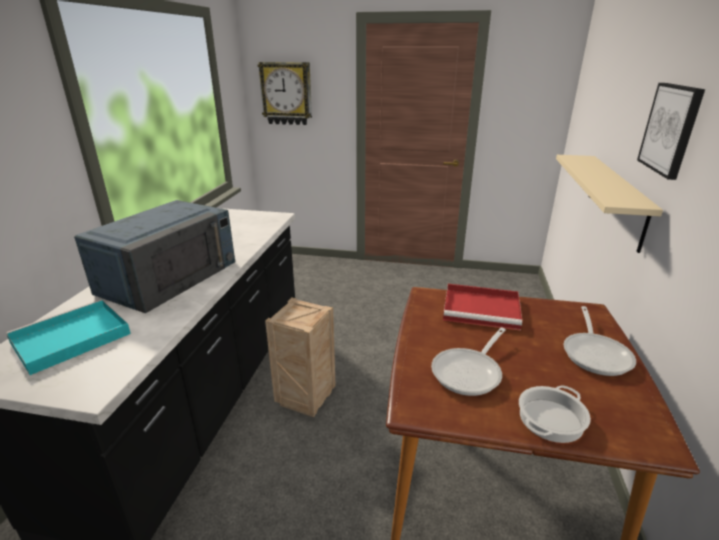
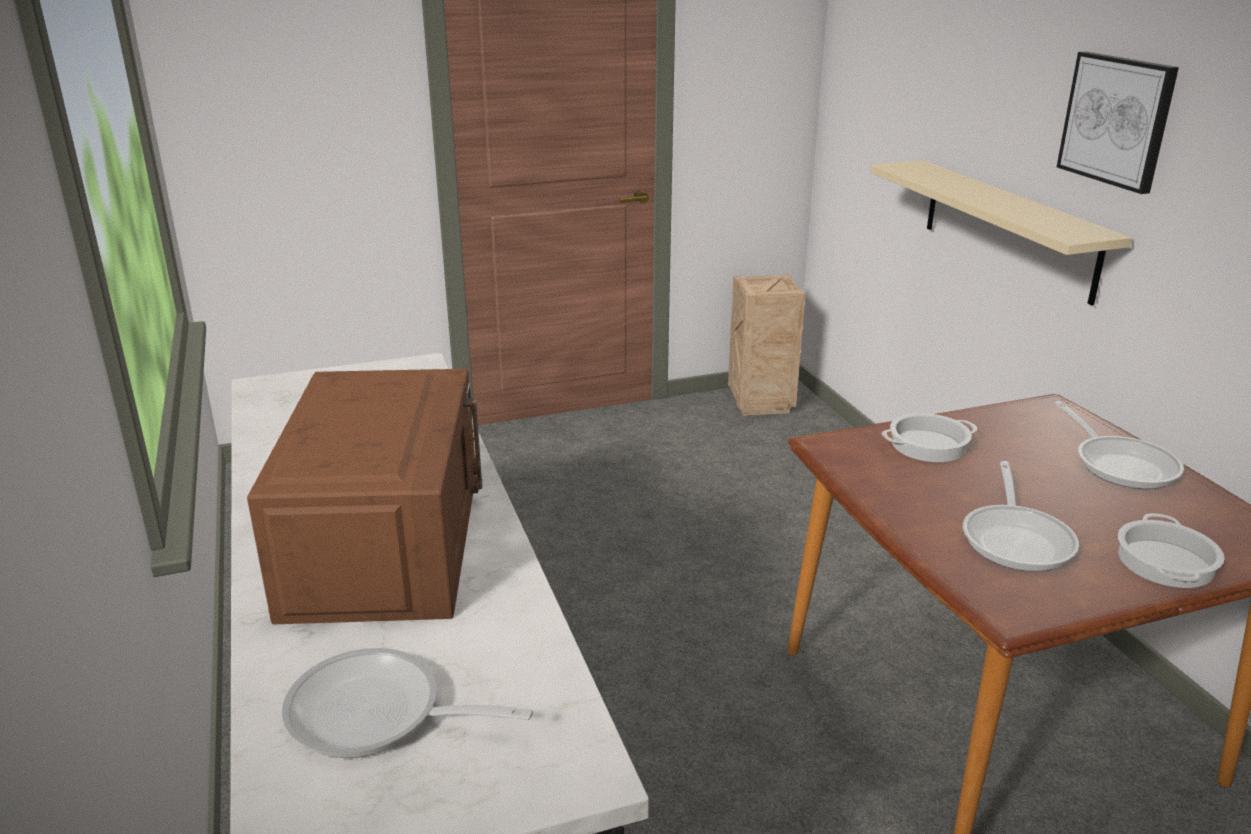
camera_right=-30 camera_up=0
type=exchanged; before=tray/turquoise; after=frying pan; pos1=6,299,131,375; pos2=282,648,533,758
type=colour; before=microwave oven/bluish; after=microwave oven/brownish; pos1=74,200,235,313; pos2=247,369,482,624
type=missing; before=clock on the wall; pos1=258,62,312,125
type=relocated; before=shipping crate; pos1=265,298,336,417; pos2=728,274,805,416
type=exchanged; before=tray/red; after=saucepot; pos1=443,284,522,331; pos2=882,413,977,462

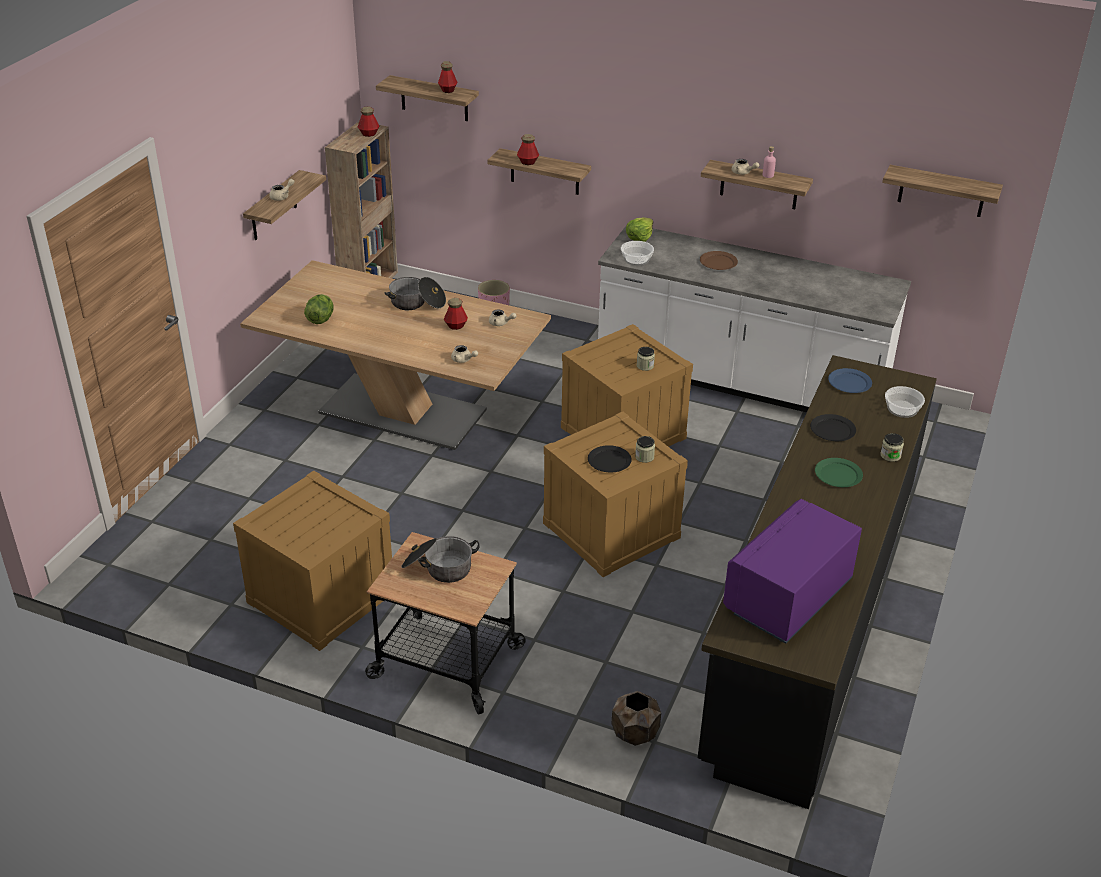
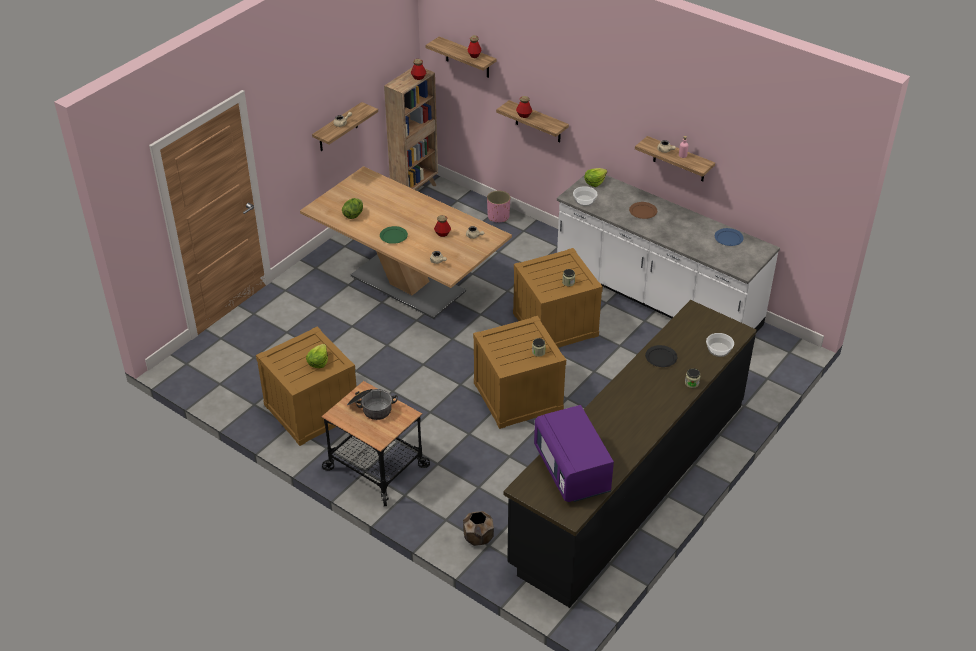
camera_right=15 camera_up=5
type=missing; before=saucepot; pos1=384,277,446,310
type=missing; before=flat dish/black-coloured; pos1=588,445,632,472
type=spun; before=microwave oven/purple; pos1=723,499,862,643; pos2=534,405,614,502; turn=-75
type=relocated; before=flat dish/greenish; pos1=815,458,863,487; pos2=380,226,408,244
type=relocated; before=flat dish/bluish; pos1=828,368,872,393; pos2=715,228,744,246
type=missing; before=shelf; pos1=882,165,1003,217
type=appeared; after=lettuce head; pos2=306,344,328,368

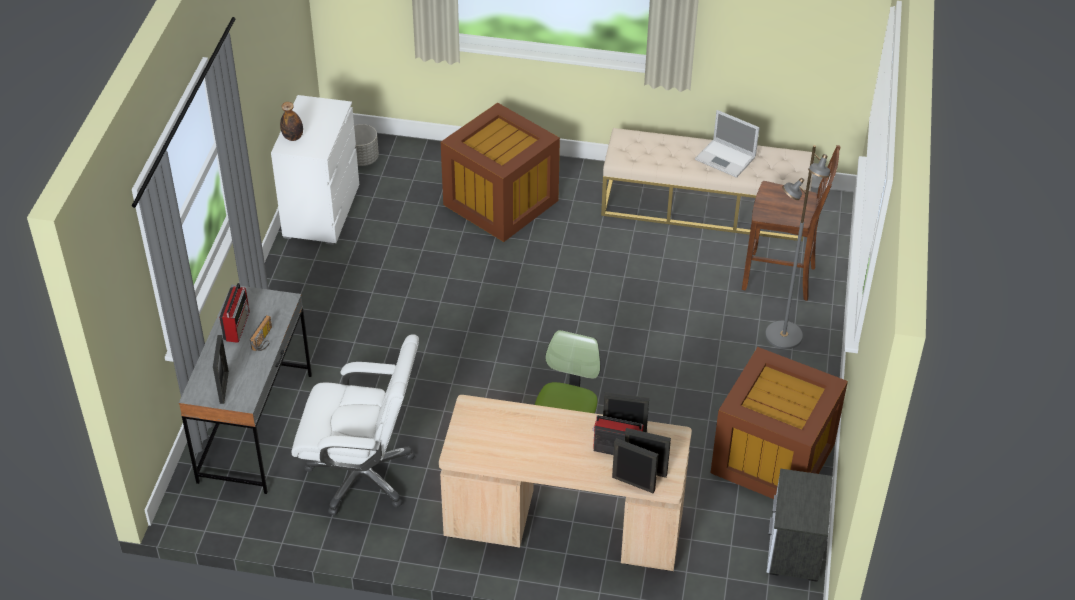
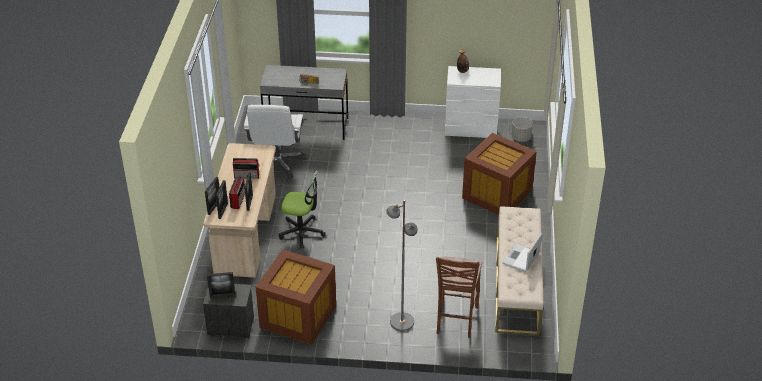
camera_right=85 camera_up=-5
type=relocated; before=picture frame; pos1=213,335,229,404; pos2=207,272,236,299
type=relocated; before=radio; pos1=219,283,250,343; pos2=233,158,260,179

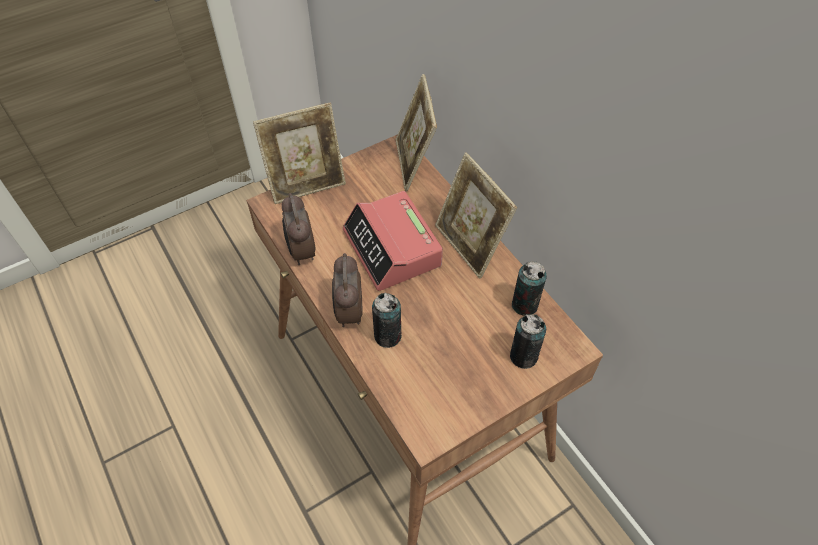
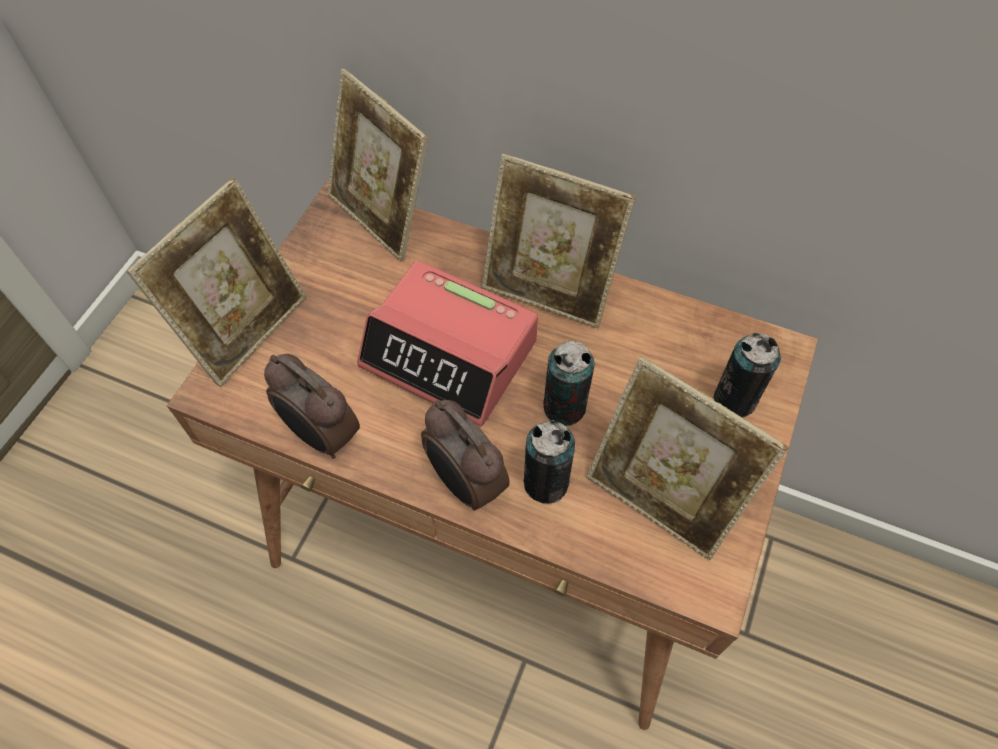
camera_right=-35 camera_up=5
type=relocated; before=metal can; pos1=512,261,547,316; pos2=543,341,594,426
type=appeared; after=picture frame; pos2=586,356,789,560

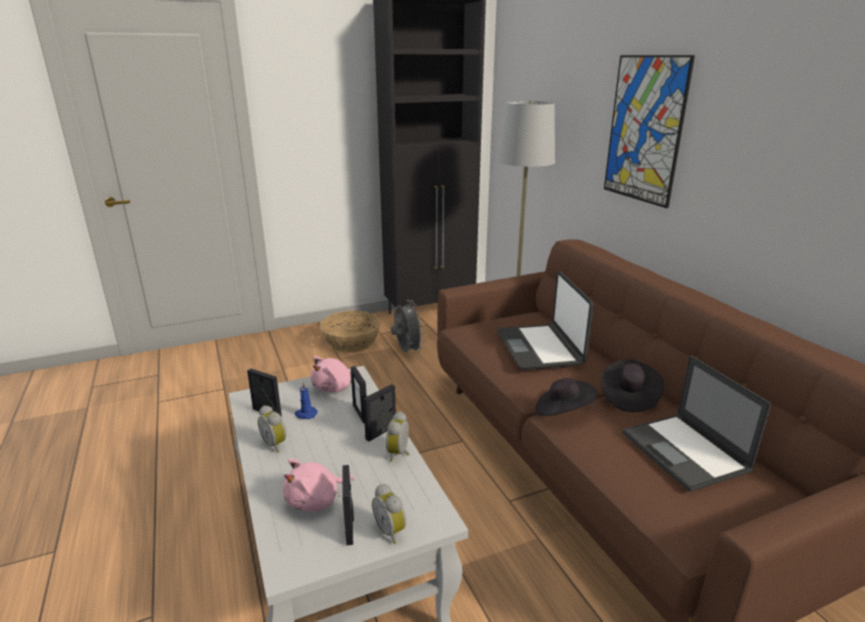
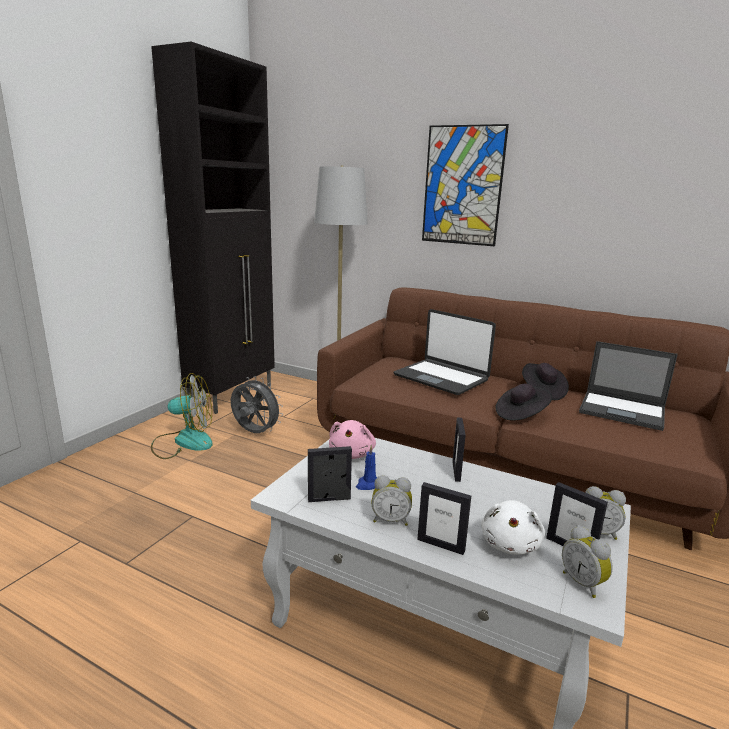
camera_right=-40 camera_up=-5
type=colour; before=cuddly toy/pink; after=cuddly toy/white; pos1=283,459,355,512; pos2=481,500,545,555
type=exchanged; before=household basket; after=electric fan; pos1=320,311,380,352; pos2=151,373,213,459
type=relocated; before=picture frame; pos1=350,366,367,423; pos2=417,482,471,555
type=relocated; before=alarm clock; pos1=386,411,409,462; pos2=562,525,613,598

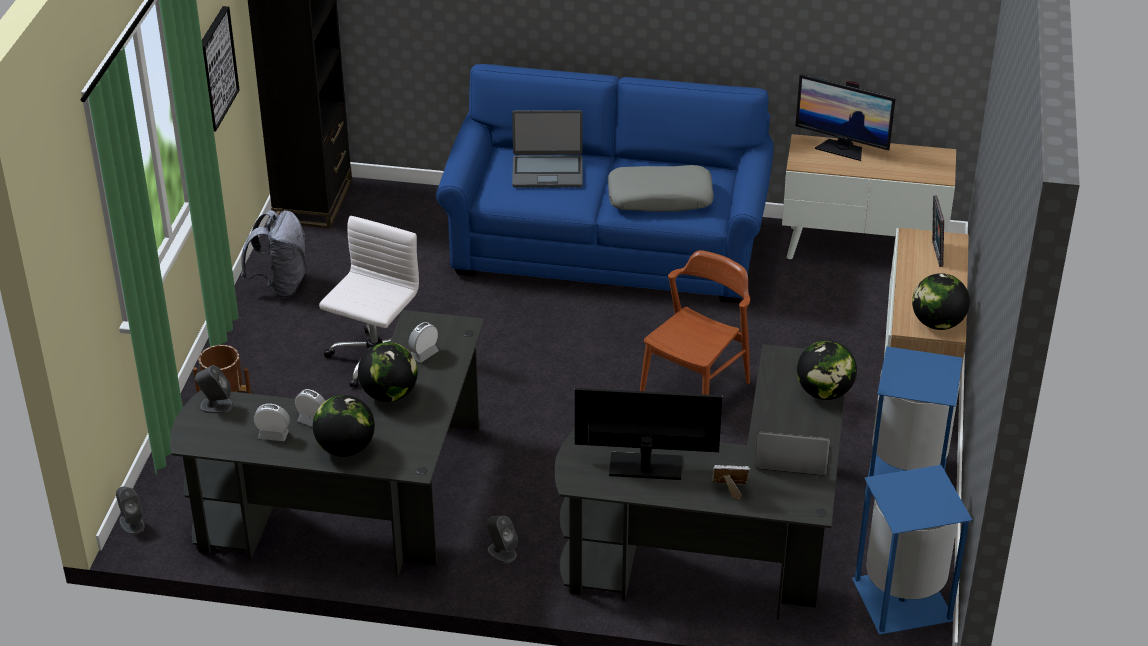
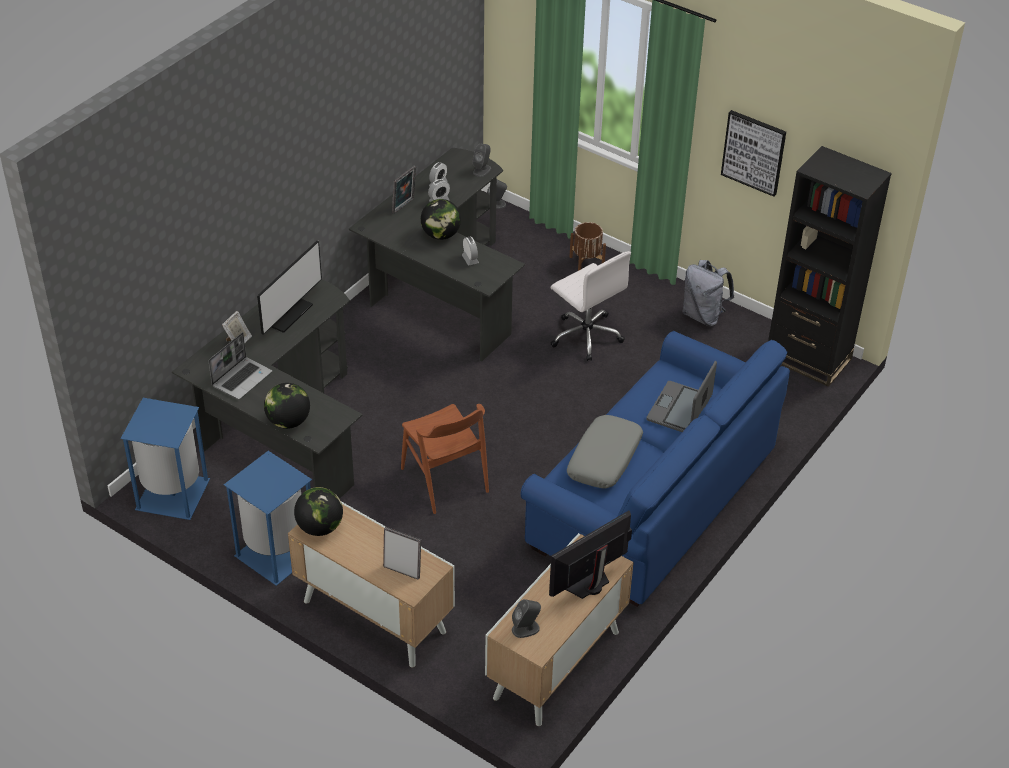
camera_right=115 camera_up=5
type=exchanged; before=globe; after=picture frame; pos1=313,395,375,457; pos2=392,166,416,214
type=relocated; before=speaker/grey; pos1=487,516,518,563; pos2=512,599,541,638

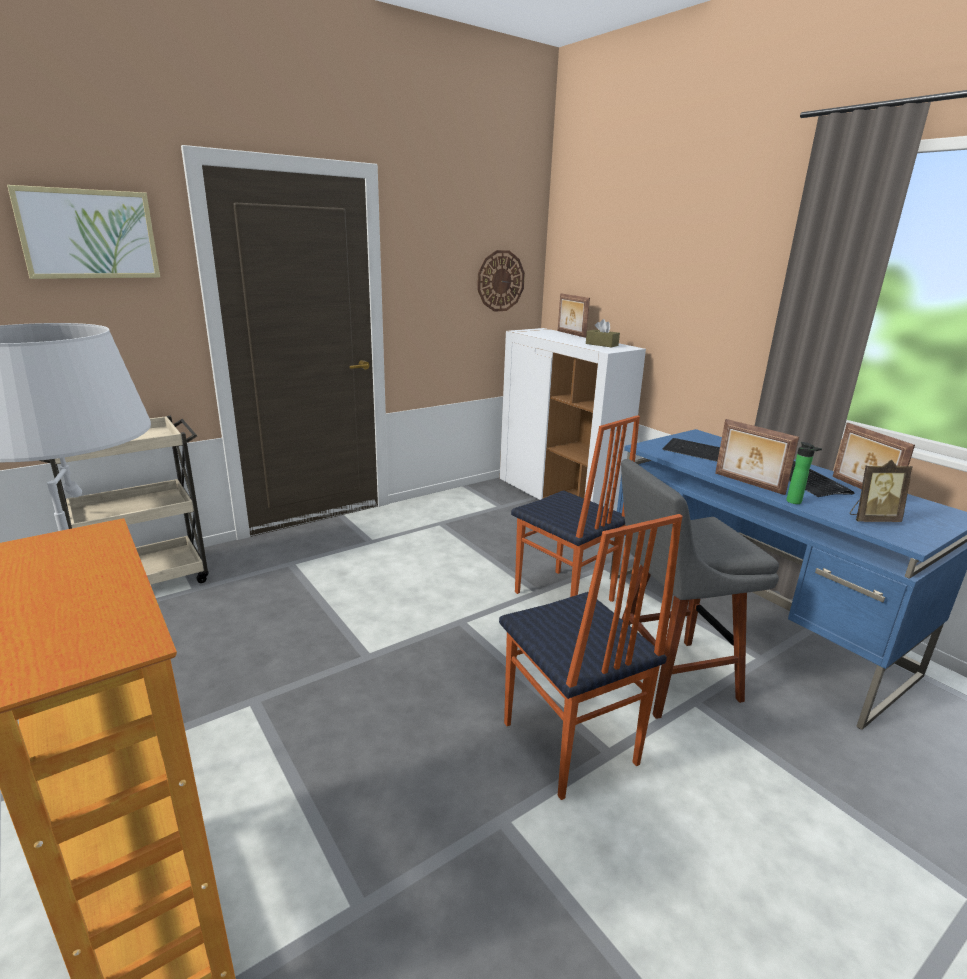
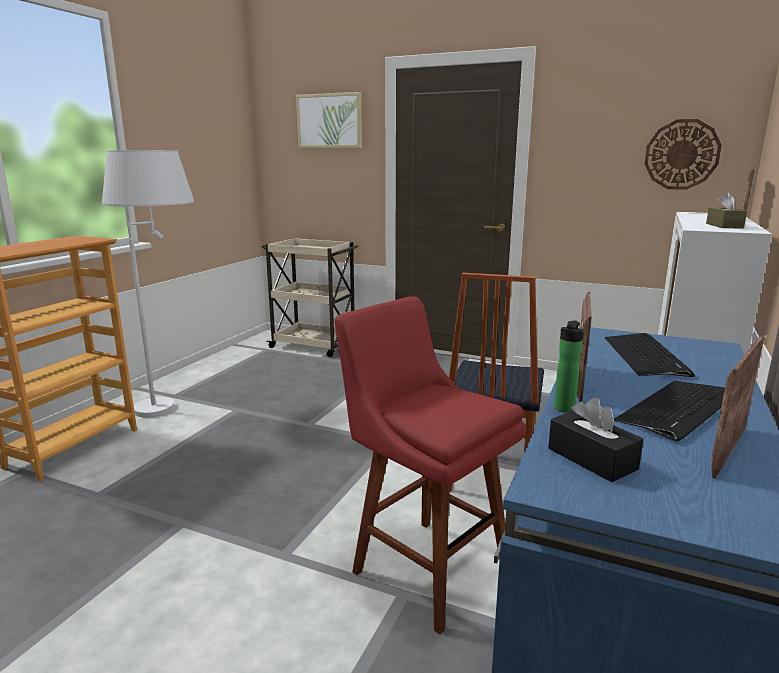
camera_right=60 camera_up=-5
type=missing; before=chair; pos1=499,514,683,800
type=colour; before=stool seat/grey; after=stool seat/red; pos1=621,459,779,719; pos2=335,296,525,634
type=exchanged; before=picture frame; after=tissue holder/black-coloured; pos1=849,460,913,522; pos2=548,397,643,482

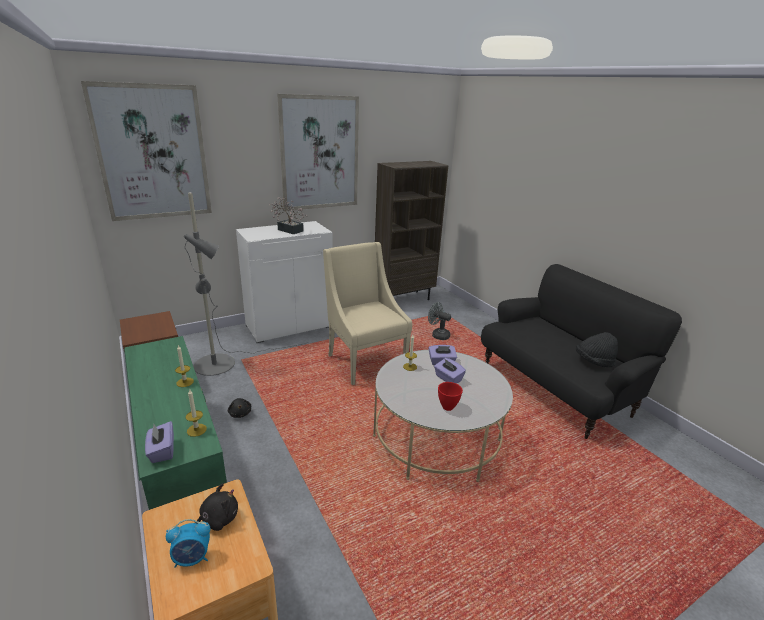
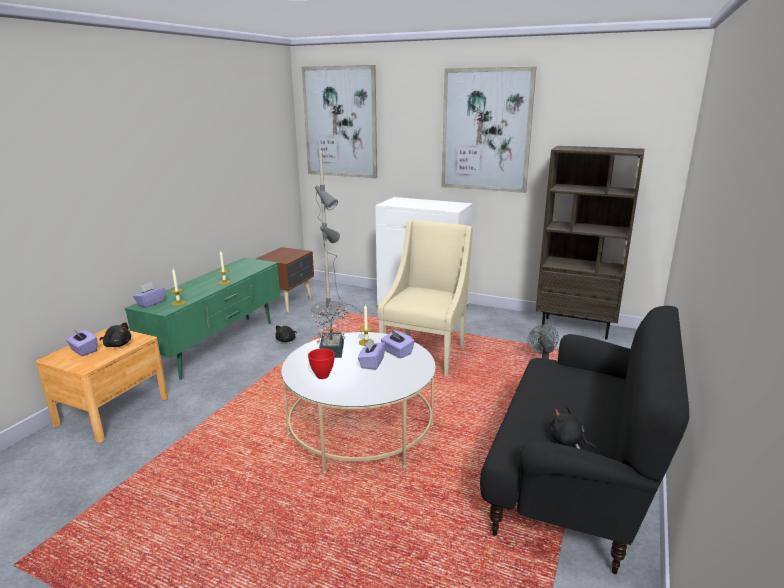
camera_right=55 camera_up=-5
type=exchanged; before=alarm clock; after=tissue holder/purple; pos1=166,519,210,568; pos2=66,330,97,356
type=relocated; before=potted plant; pos1=269,197,308,234; pos2=312,300,349,358
type=exchanged; before=hat/black-coloured; after=cuddly toy/black-coloured; pos1=576,332,618,367; pos2=550,406,597,452

